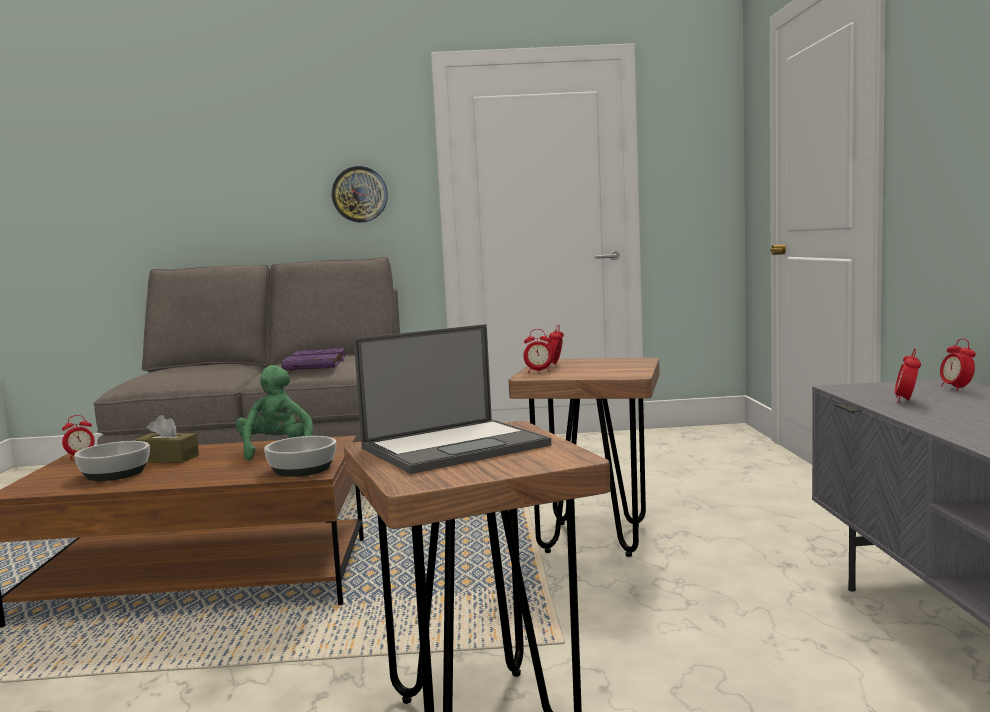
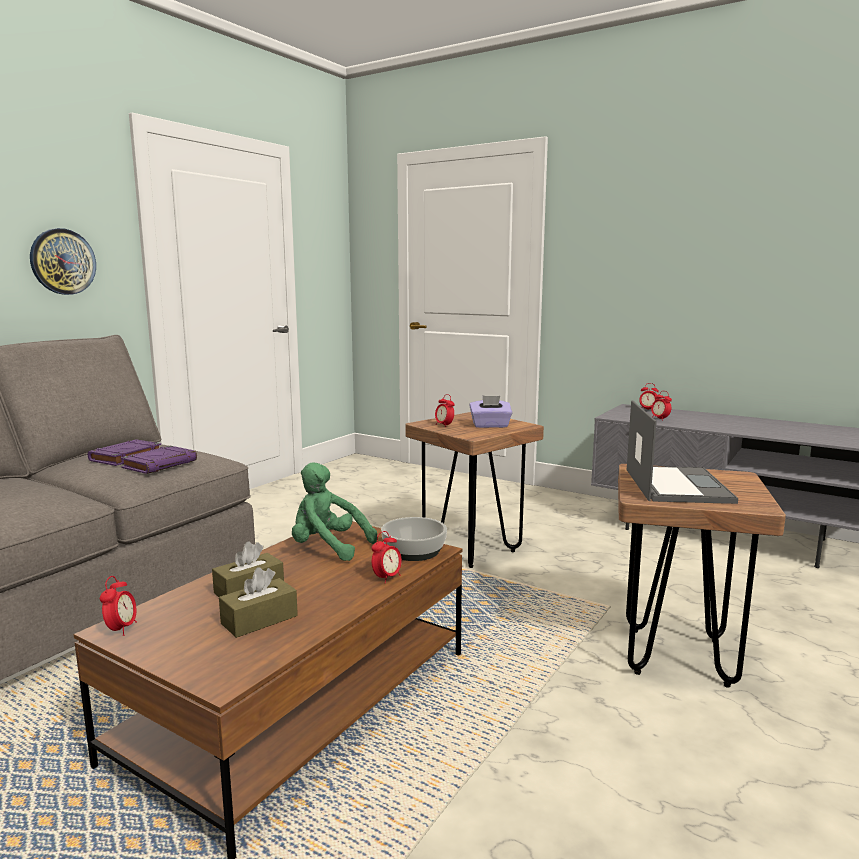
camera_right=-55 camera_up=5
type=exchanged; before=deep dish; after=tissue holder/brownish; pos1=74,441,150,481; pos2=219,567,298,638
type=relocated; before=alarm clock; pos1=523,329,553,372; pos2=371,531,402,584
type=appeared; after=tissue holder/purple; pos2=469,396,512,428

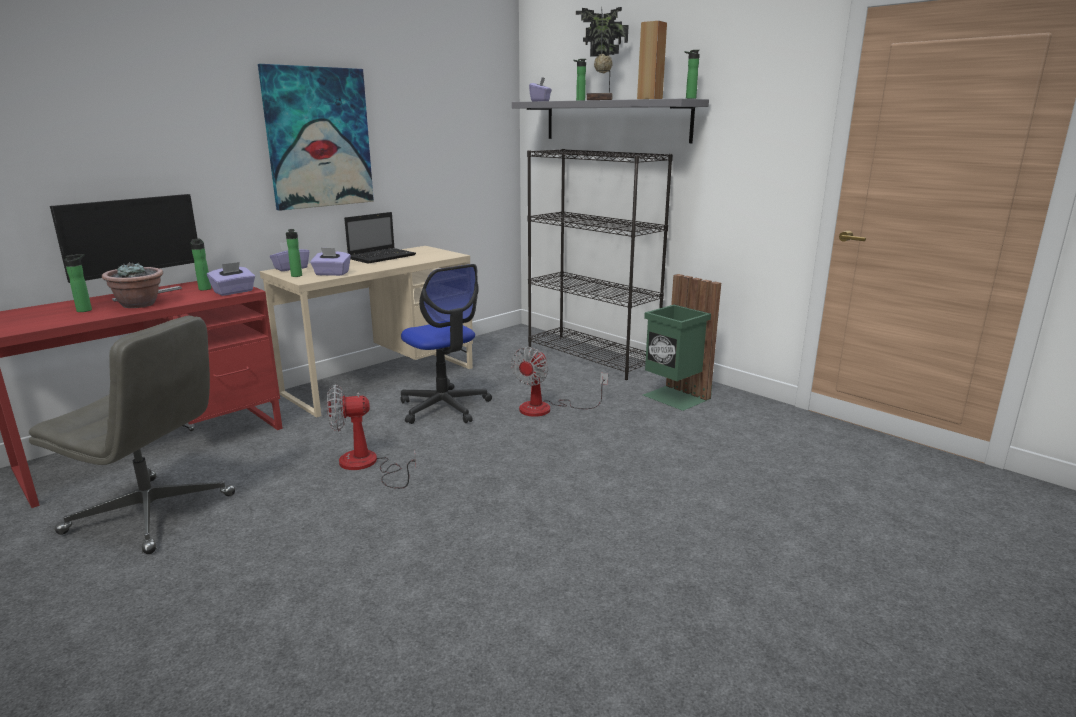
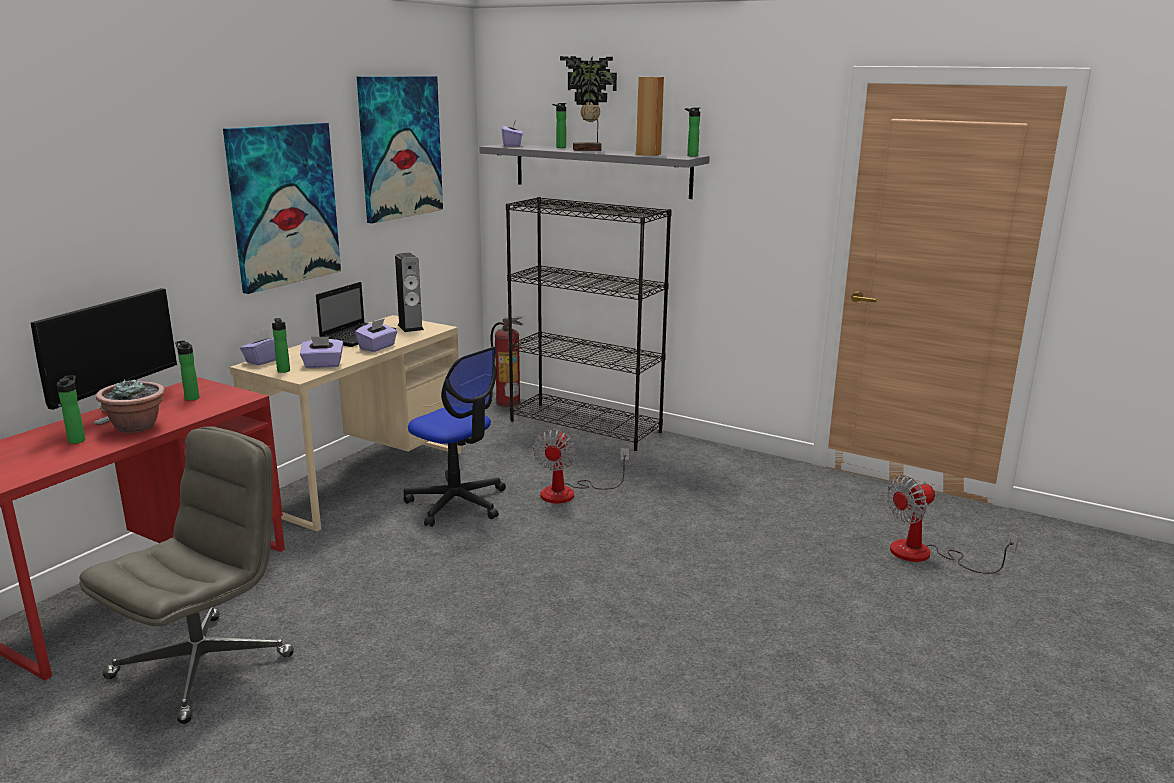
camera_right=-15 camera_up=0
type=spun; before=office chair/grey; pos1=29,315,235,554; pos2=79,426,294,724; turn=-60
type=relocated; before=tissue holder/purple; pos1=207,262,255,296; pos2=355,318,397,352
type=relocated; before=electric fan; pos1=327,384,416,489; pos2=886,475,1018,574
type=missing; before=waste bin/greenish; pos1=643,274,721,411
type=appeared; after=picture; pos2=357,76,443,223
type=appeared; after=speaker; pos2=395,253,424,332
type=appeared; after=fire extinguisher; pos2=490,316,524,407

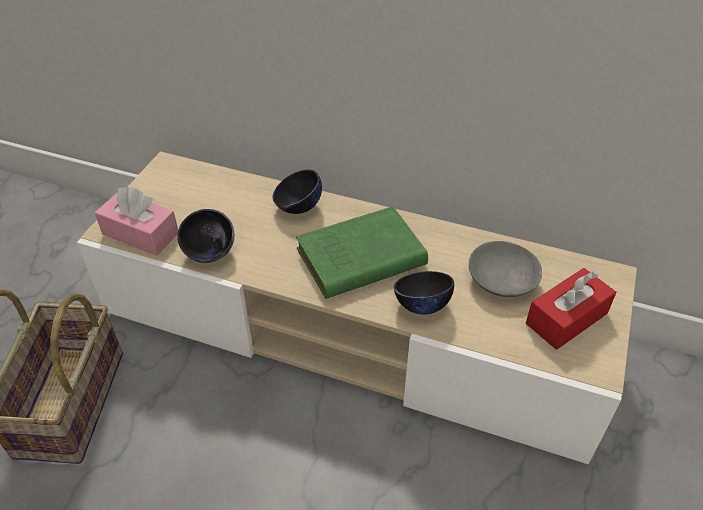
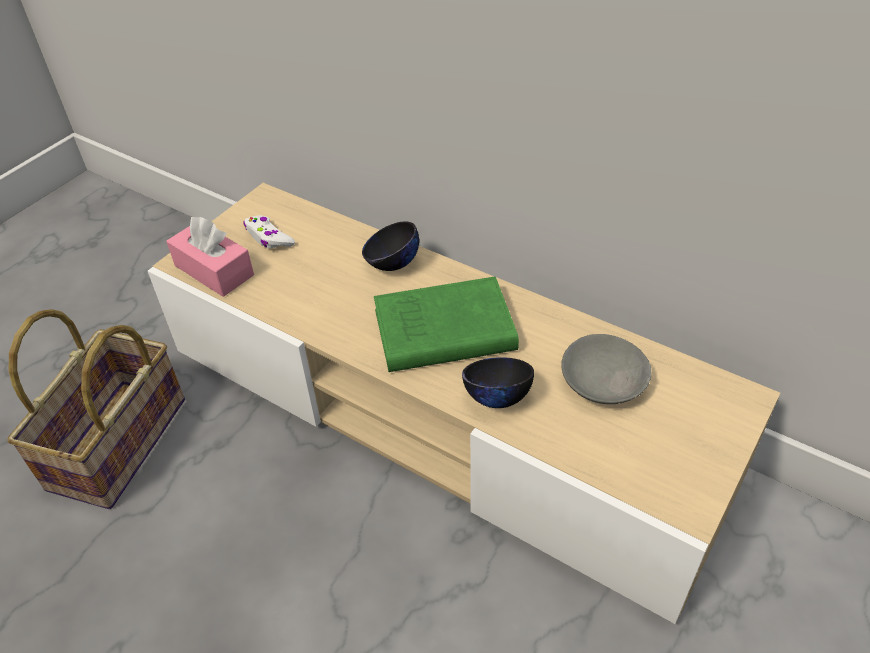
camera_right=15 camera_up=0
type=missing; before=deep dish/black-coloured; pos1=177,209,234,263
type=missing; before=tissue holder/red; pos1=526,268,616,350
type=appeared; after=game controller/white; pos2=244,215,295,248

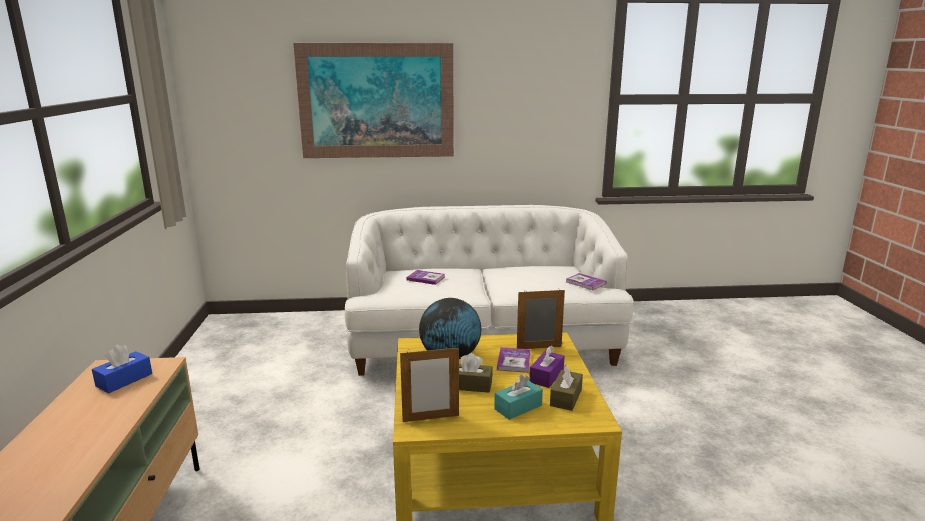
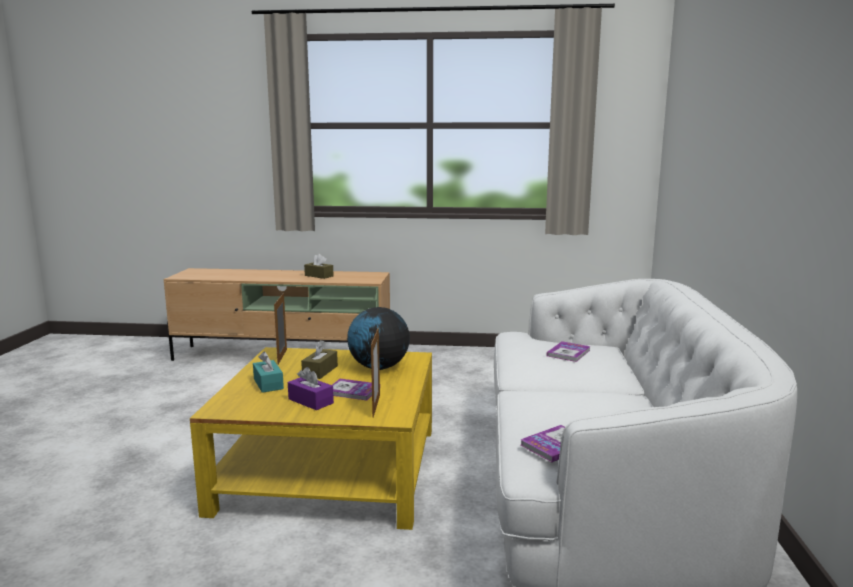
camera_right=100 camera_up=-5
type=missing; before=tissue holder/bluish; pos1=92,345,152,393
type=missing; before=picture; pos1=293,43,454,158
type=relocated; before=tissue holder/brownish; pos1=550,365,583,411; pos2=304,254,334,279

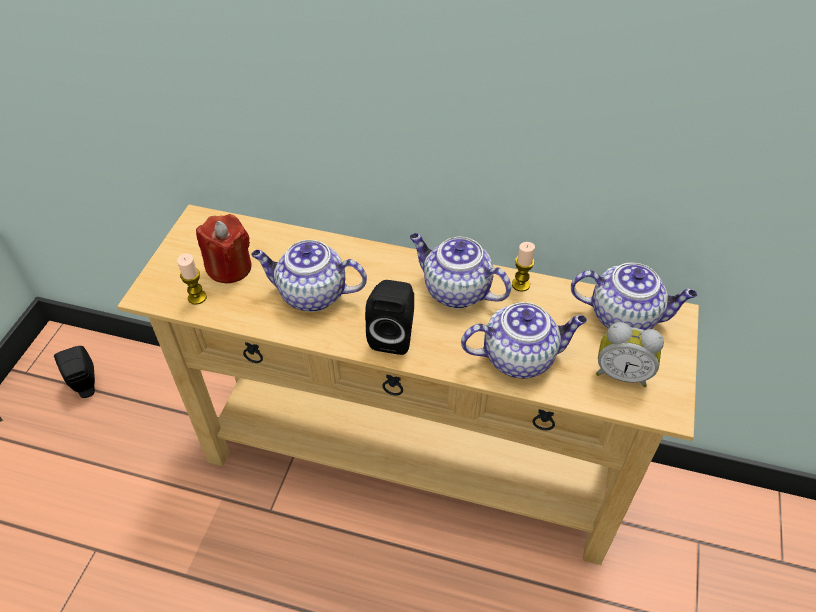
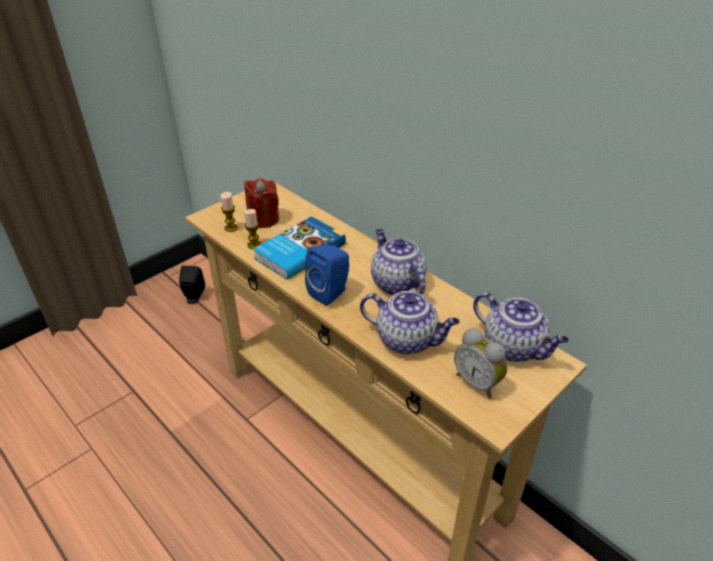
camera_right=30 camera_up=-10
type=exchanged; before=teapot; after=volume; pos1=251,240,367,312; pos2=253,216,346,280
type=colour; before=speaker/black-coloured; after=speaker/bluish; pos1=365,280,414,355; pos2=305,245,349,306
type=relocated; before=candle; pos1=512,242,535,292; pos2=244,209,261,249

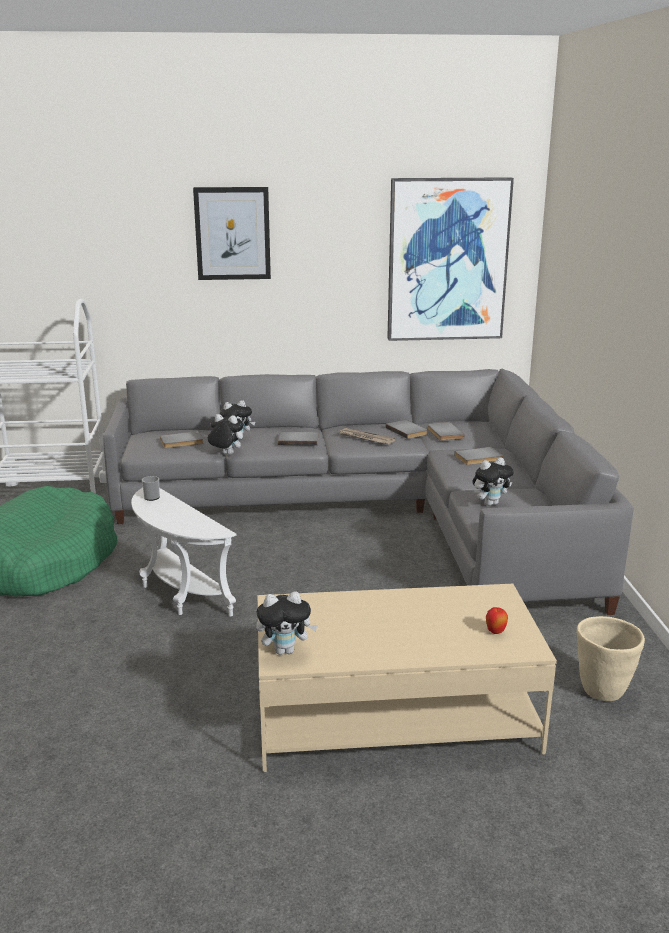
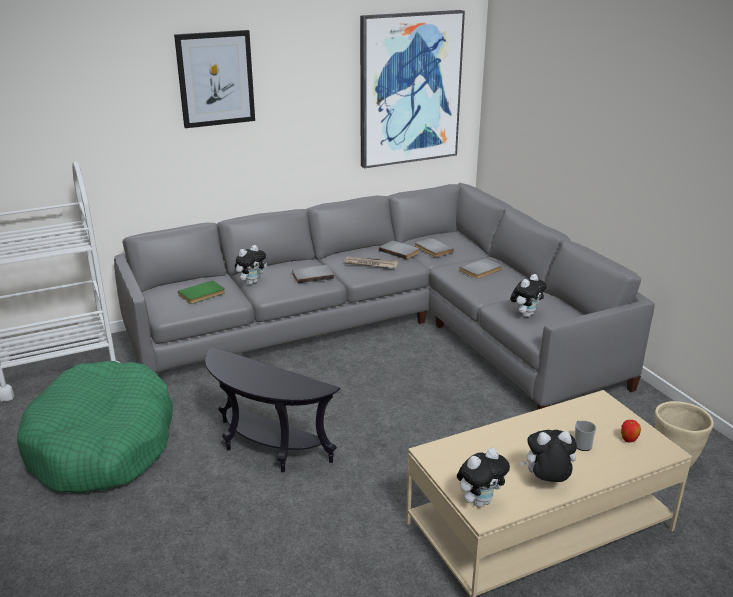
camera_right=-20 camera_up=5
type=colour; before=accent table/white; after=accent table/black-coloured; pos1=131,488,236,616; pos2=205,347,340,472
type=relocated; before=mug; pos1=142,476,160,501; pos2=574,420,596,451
type=colour; before=volume/grey; after=volume/greenish; pos1=160,431,203,448; pos2=178,280,225,304
type=relocated; before=cuddly toy; pos1=208,414,244,455; pos2=520,430,577,482

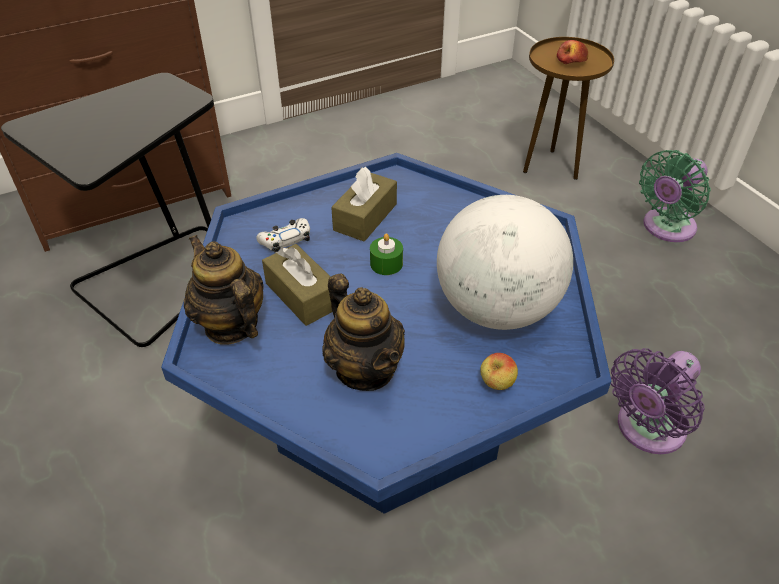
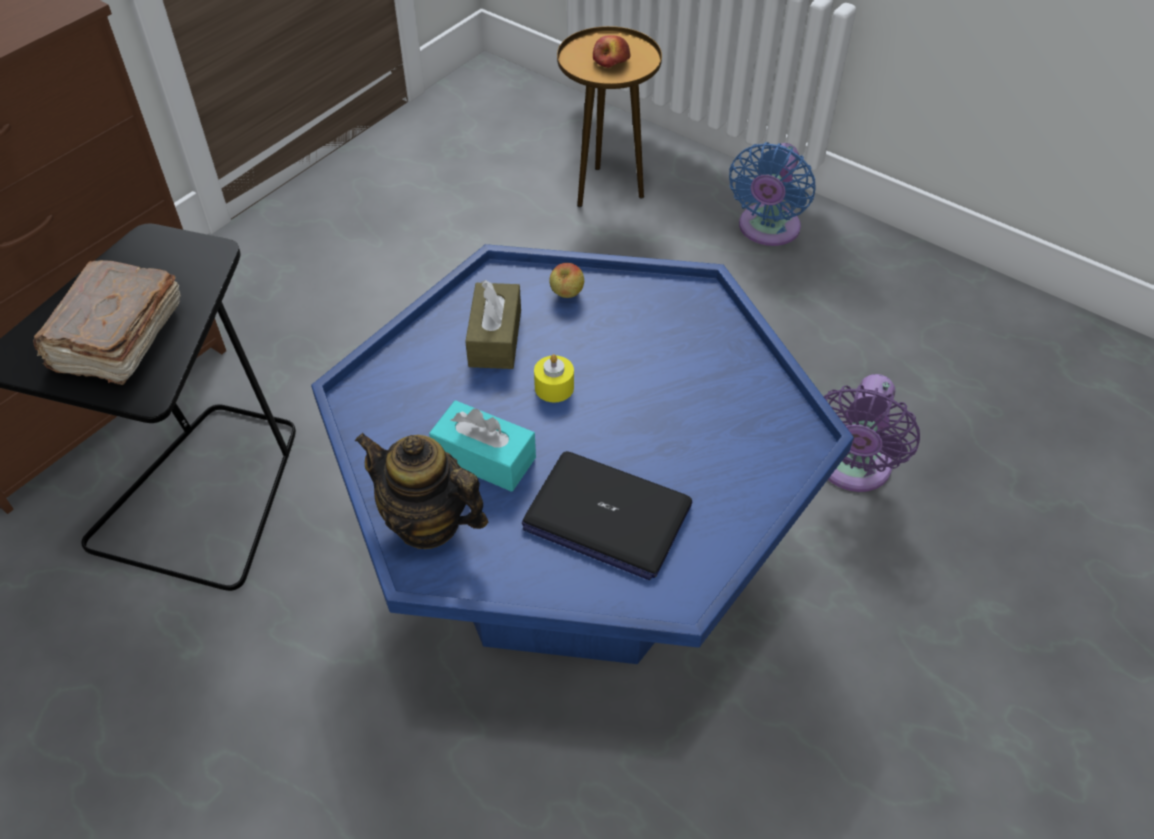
camera_right=-25 camera_up=5
type=missing; before=game controller/white; pos1=256,218,310,253
type=colour; before=tissue holder/brownish; after=tissue holder/turquoise; pos1=262,244,332,326; pos2=429,400,536,492
type=exchanged; before=teapot; after=portable computer; pos1=322,274,405,391; pos2=522,451,692,580
type=colour; before=candle/greenish; after=candle/yellow-coloured; pos1=370,233,403,275; pos2=534,354,574,403
type=missing; before=globe; pos1=437,195,573,330
type=relocated; before=apple fruit; pos1=480,353,518,390; pos2=550,263,584,298
type=colour; before=electric fan/greenish; after=electric fan/bluish; pos1=639,150,711,242; pos2=729,142,816,246
type=appeared; after=volume/brownish; pos2=33,260,181,385

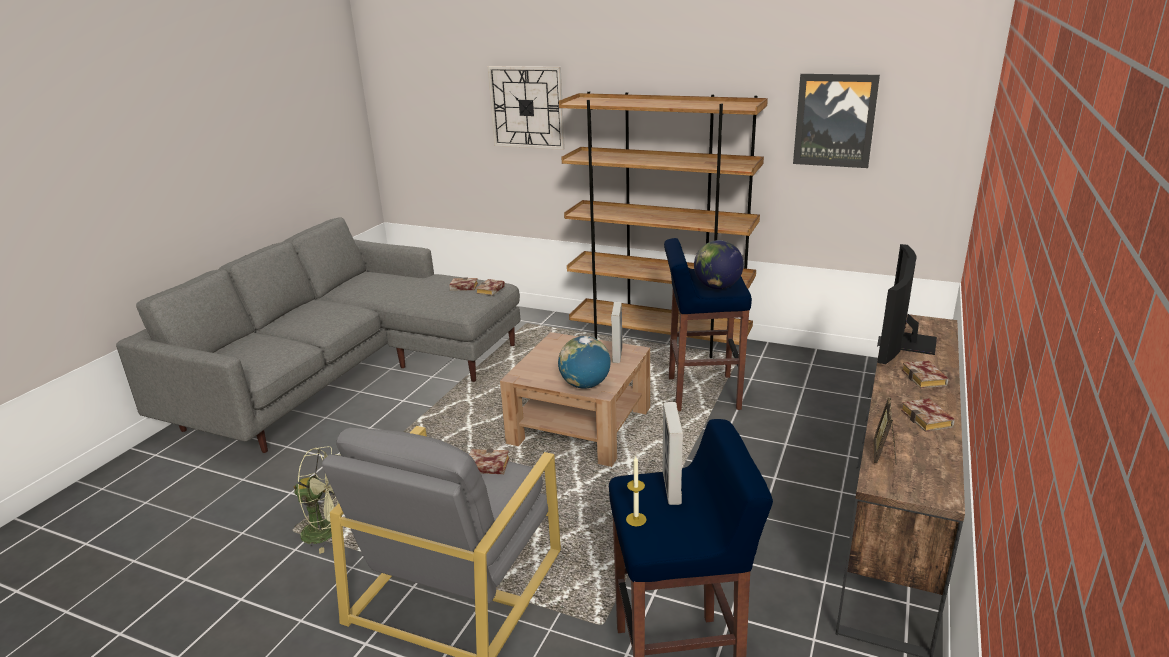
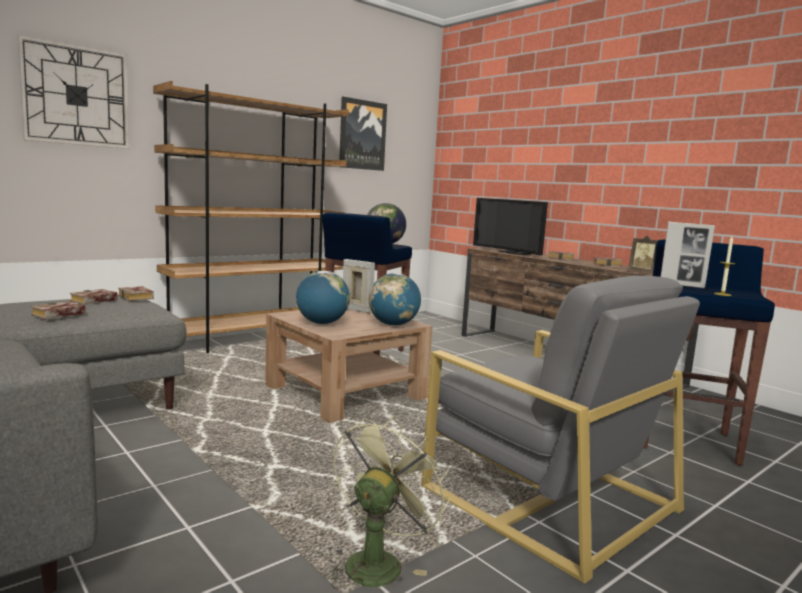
camera_right=-65 camera_up=-15
type=relocated; before=volume; pos1=469,448,509,474; pos2=31,301,86,320
type=appeared; after=globe; pos2=296,271,350,324

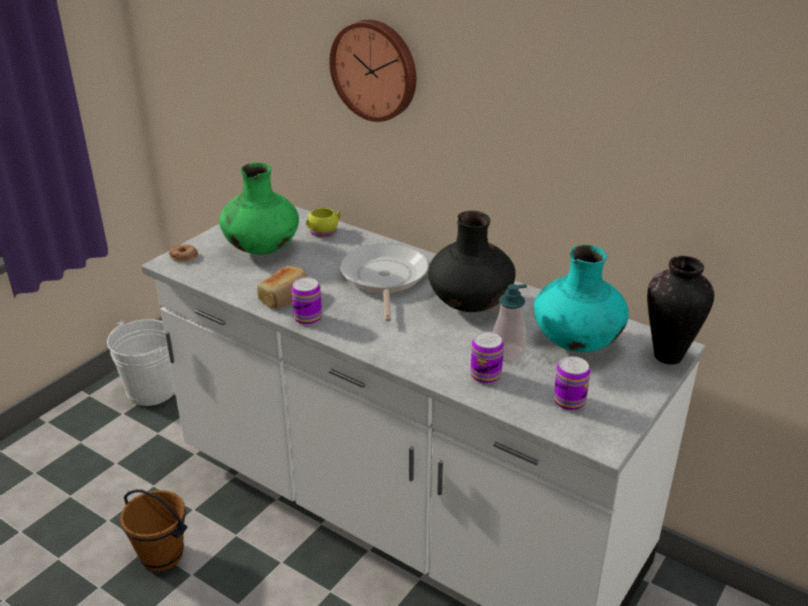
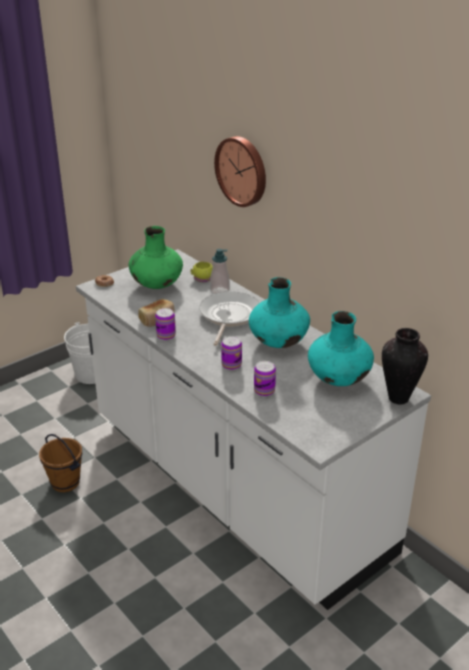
camera_right=15 camera_up=0
type=colour; before=decorative vase/black-coloured; after=decorative vase/turquoise; pos1=428,211,516,312; pos2=249,277,310,348
type=relocated; before=soap dispenser; pos1=493,284,527,362; pos2=210,249,230,294
type=relocated; before=metal can; pos1=554,356,590,411; pos2=221,336,242,370

